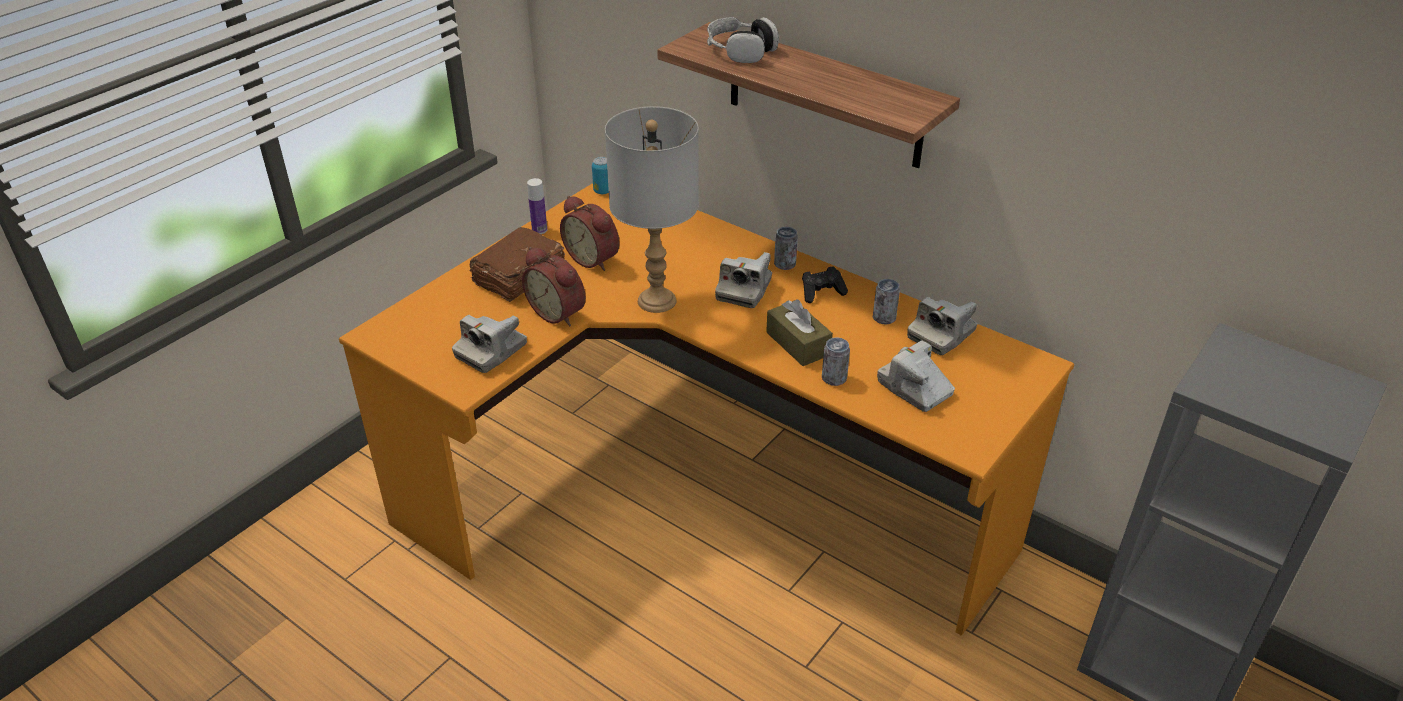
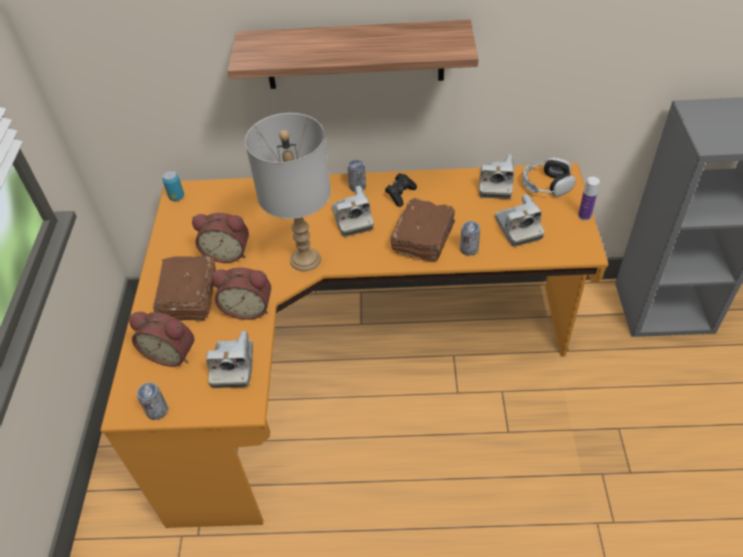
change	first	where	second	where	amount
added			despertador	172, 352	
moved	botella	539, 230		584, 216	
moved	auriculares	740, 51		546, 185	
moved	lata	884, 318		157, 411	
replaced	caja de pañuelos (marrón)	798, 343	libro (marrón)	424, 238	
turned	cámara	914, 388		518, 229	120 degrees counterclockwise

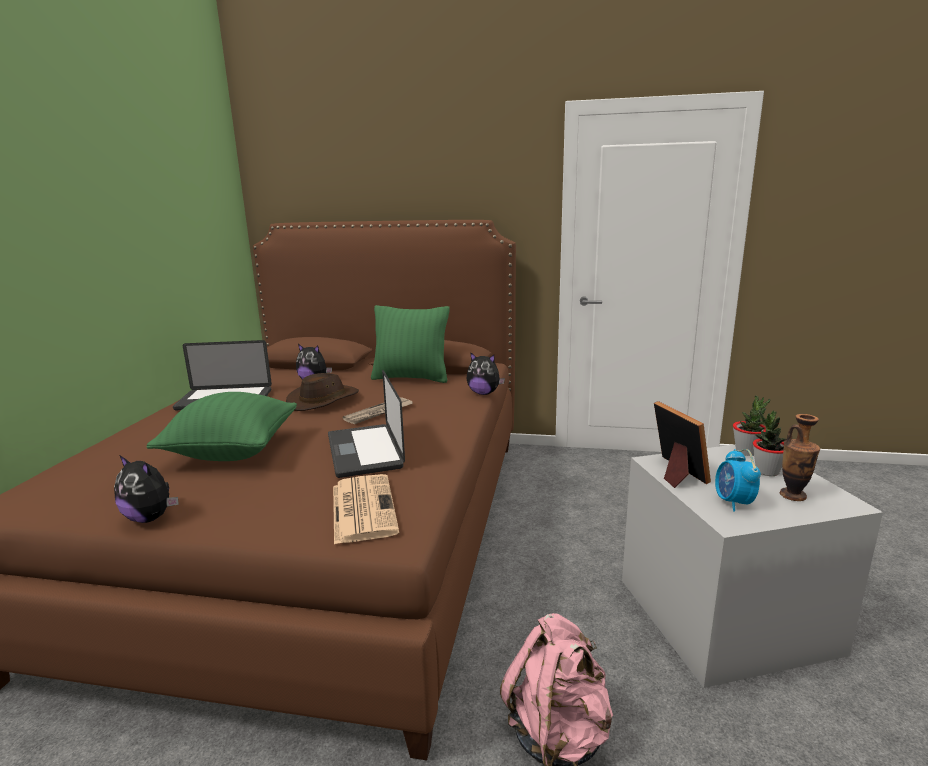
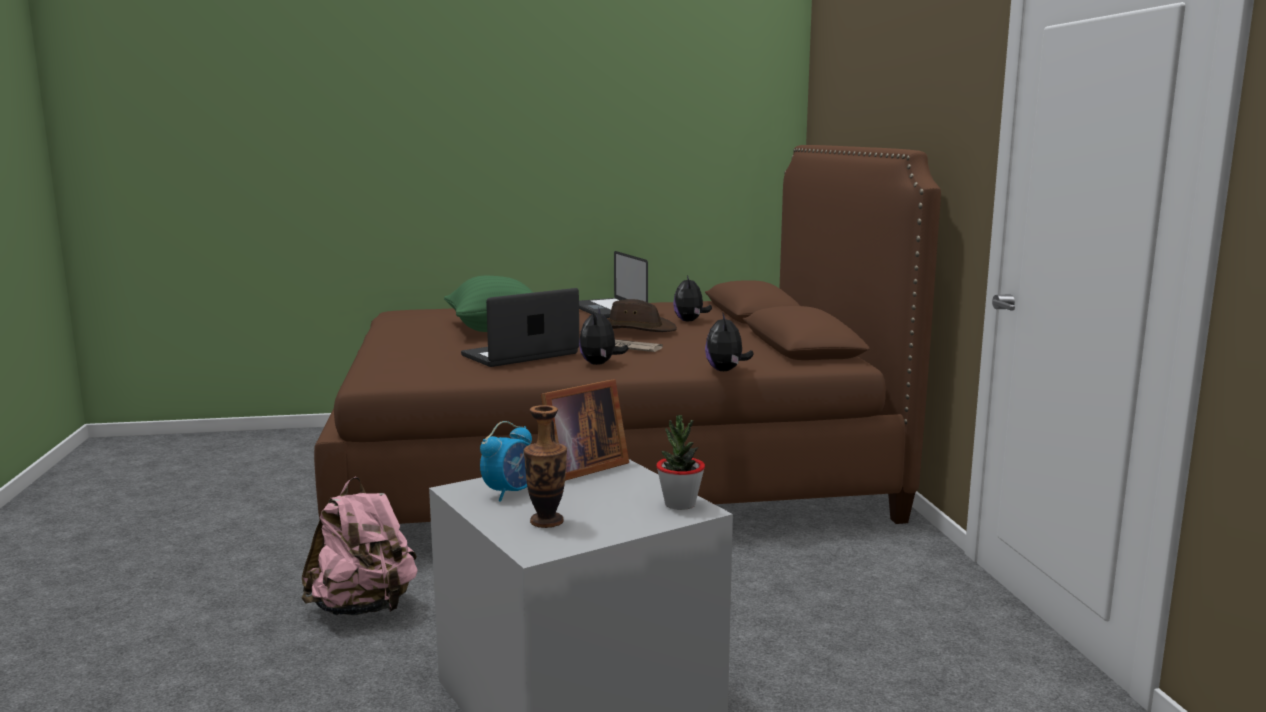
change	first	where	second	where	amount
removed	periódico	362, 508			
removed	cojín (verde)	411, 378			
removed	planta en maceta	767, 471			
moved	peluche	151, 518		600, 364	
turned	despertador	733, 502		511, 492	150 degrees clockwise

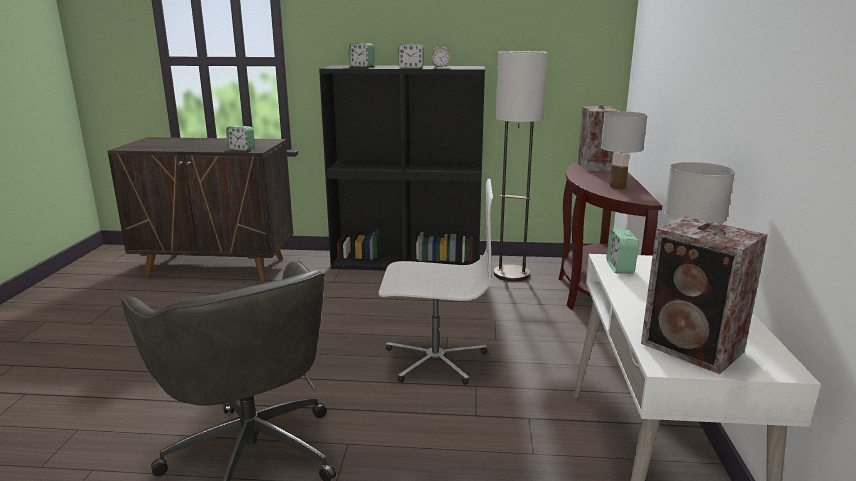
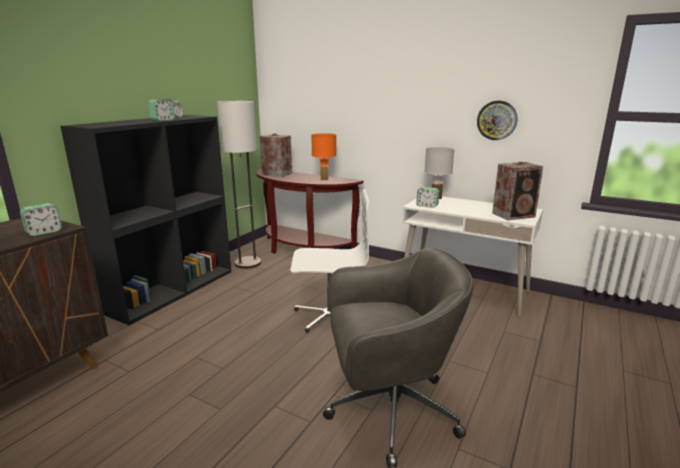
change	first	where	second	where	amount
removed	despertador	361, 66			
added			reloj de pared	497, 120	
recoloured	lámpara de mesa (blanco)	617, 188	lámpara de mesa (naranja)	324, 179	
turned	silla de oficina (blanco)	435, 359		329, 315	60 degrees clockwise

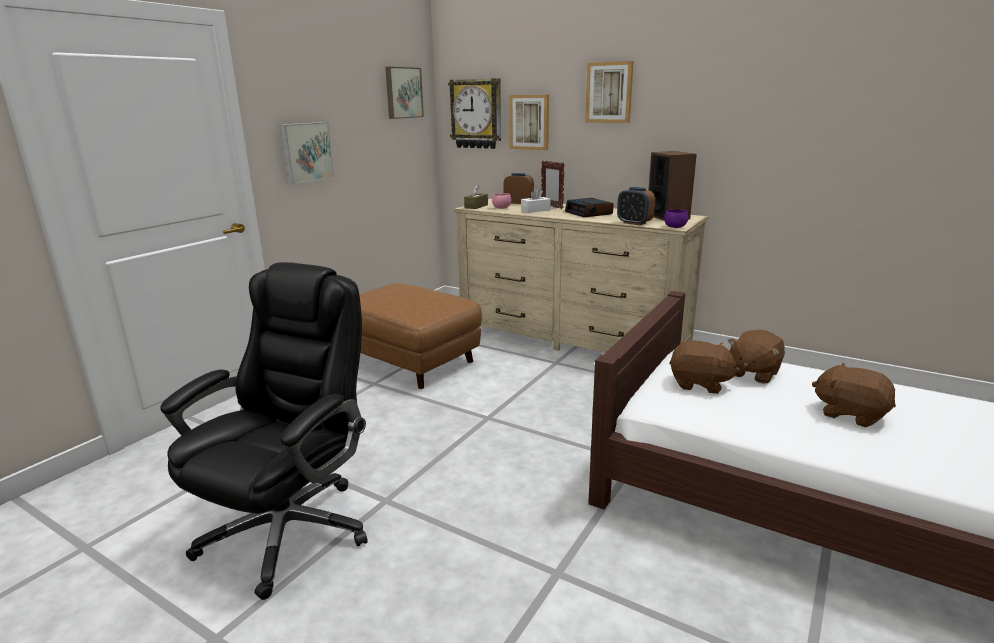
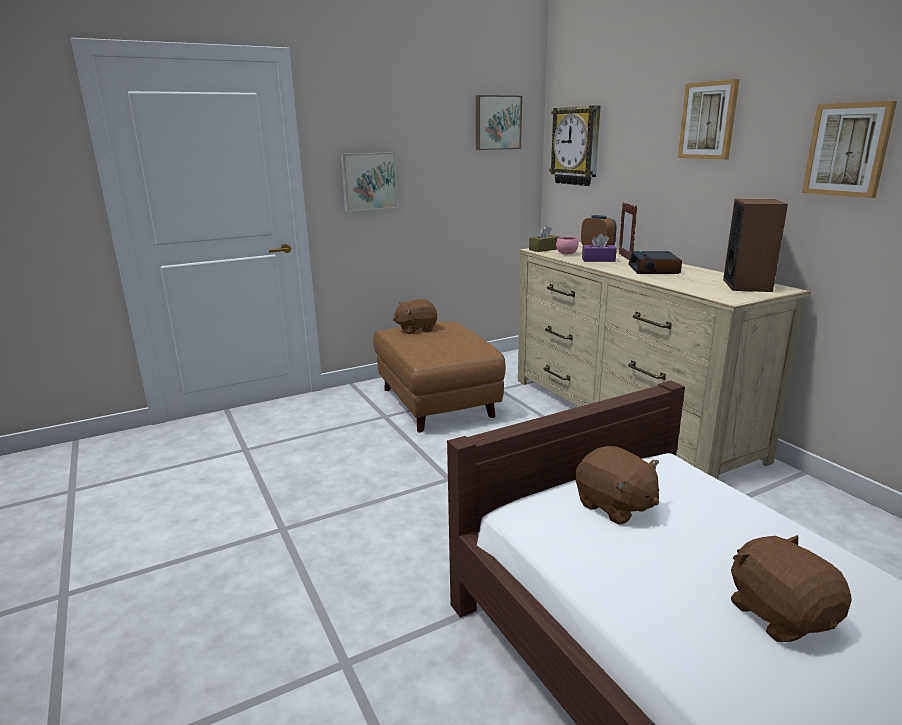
change	first	where	second	where	amount
removed	silla de oficina (negro)	289, 529			
removed	despertador	634, 223			
removed	cuenco (morado)	675, 227			
moved	cuadro	529, 122		848, 150	
moved	peluche (marrón)	753, 373		416, 329	
recoloured	caja de pañuelos (blanco)	535, 210	caja de pañuelos (morado)	598, 260	

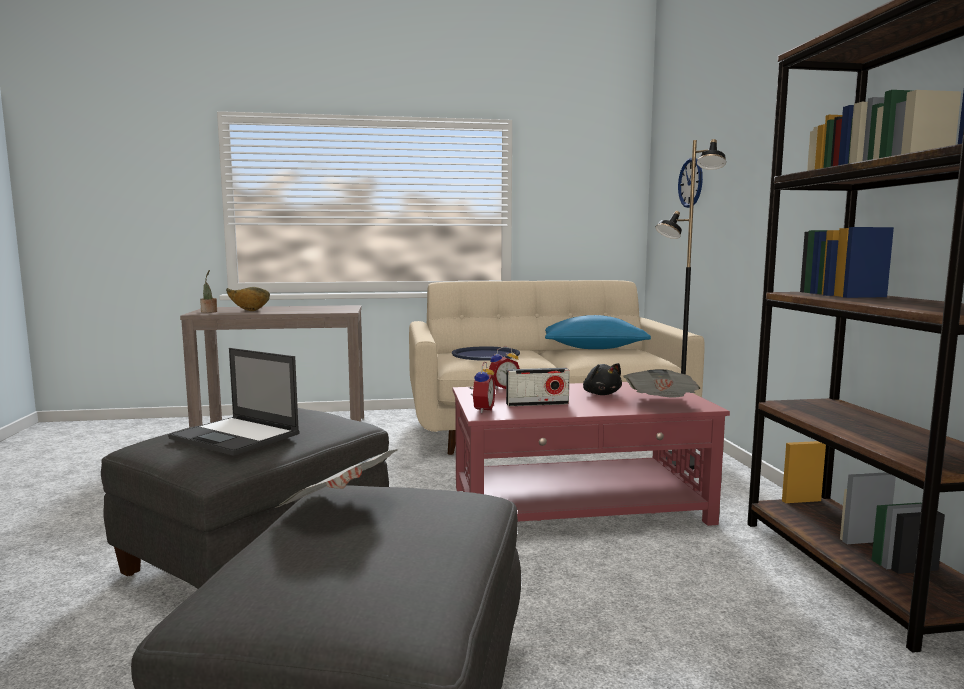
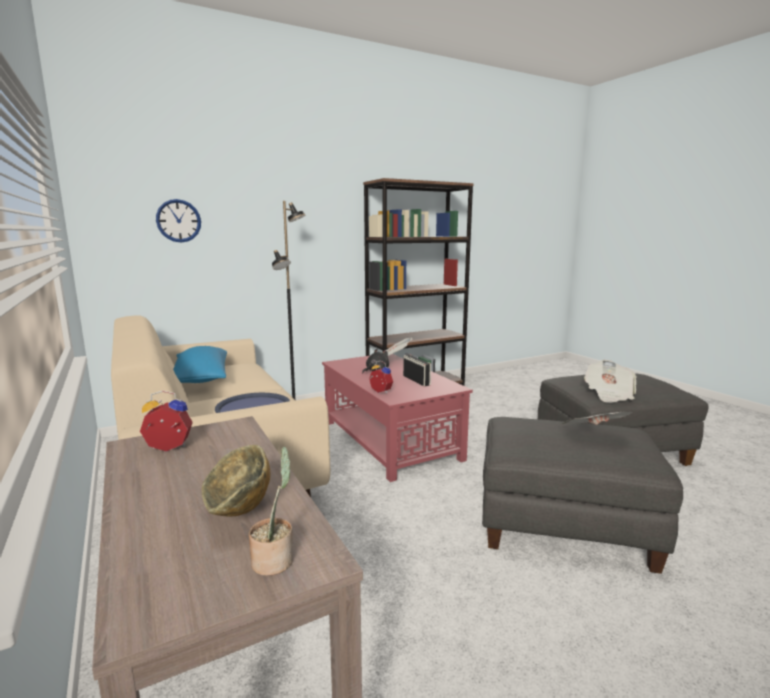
change	first	where	second	where	amount
moved	despertador	481, 409		168, 449	
replaced	portátil	236, 436	periódico	592, 435	

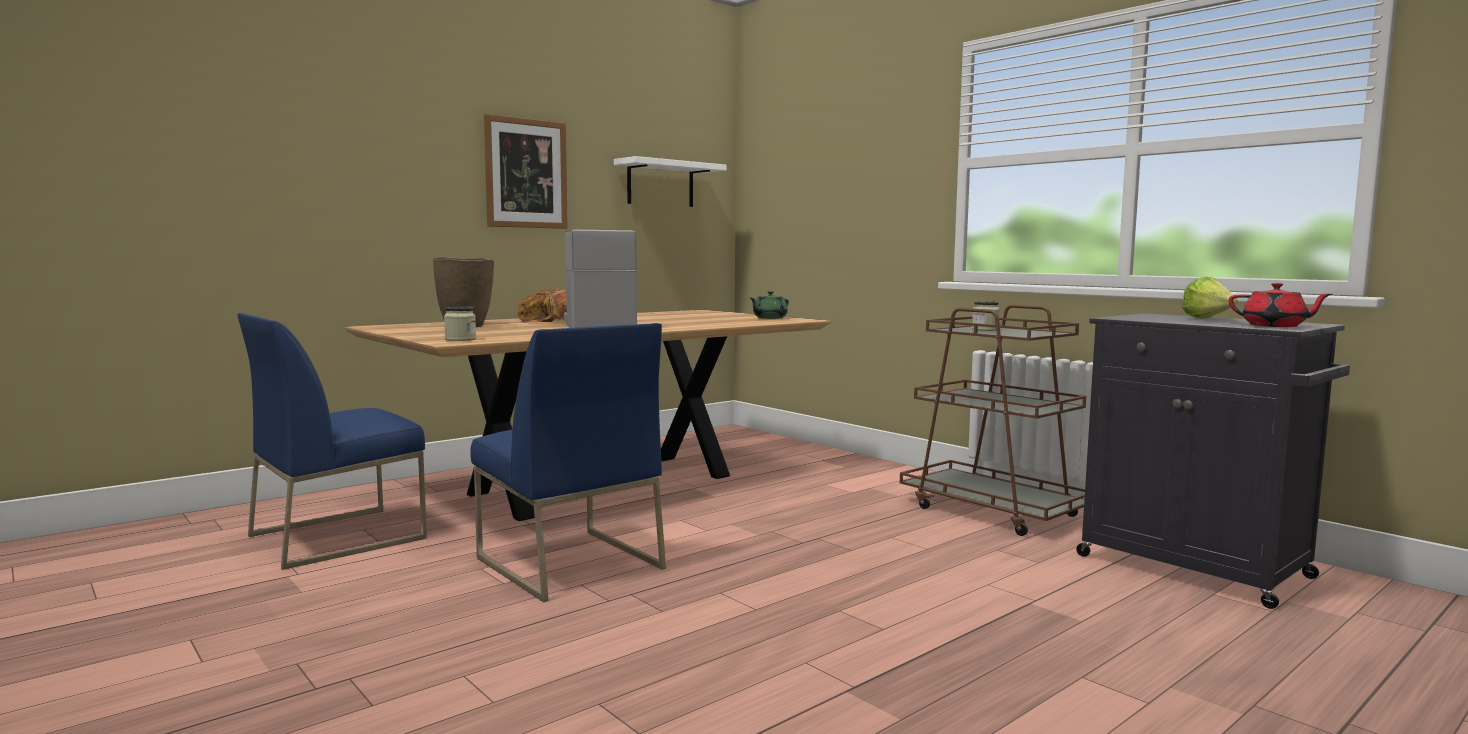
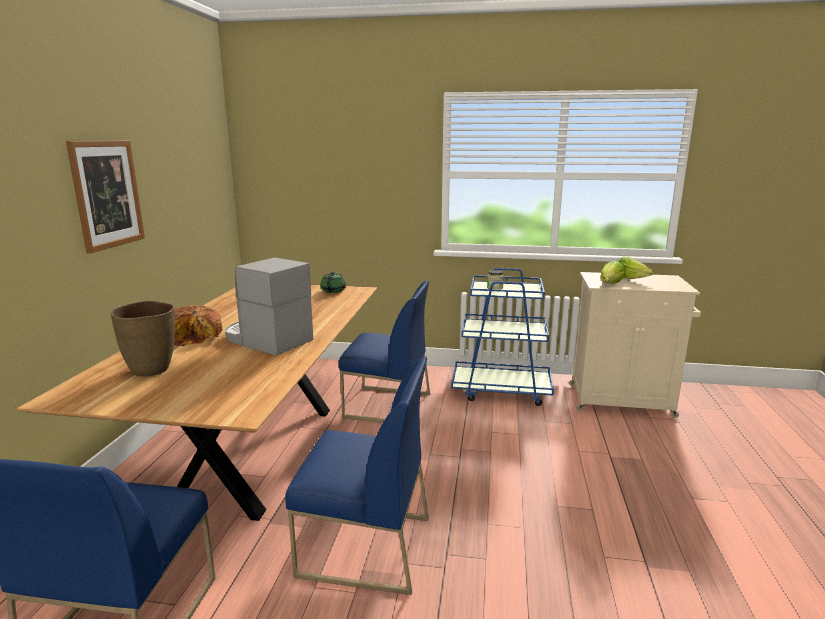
change	first	where	second	where	amount
removed	tarro	460, 339			
removed	estante (blanco)	660, 184			
removed	tetera (rojo)	1275, 326			
added			silla (azul)	387, 406	
added			lechuga	610, 285	
recoloured	carrito (marrón)	993, 511	carrito (azul)	501, 390	
recoloured	armario (negro)	1198, 568	armario (beis)	623, 401	

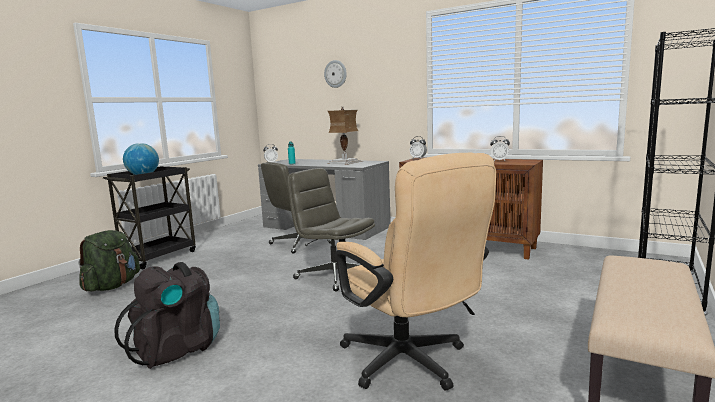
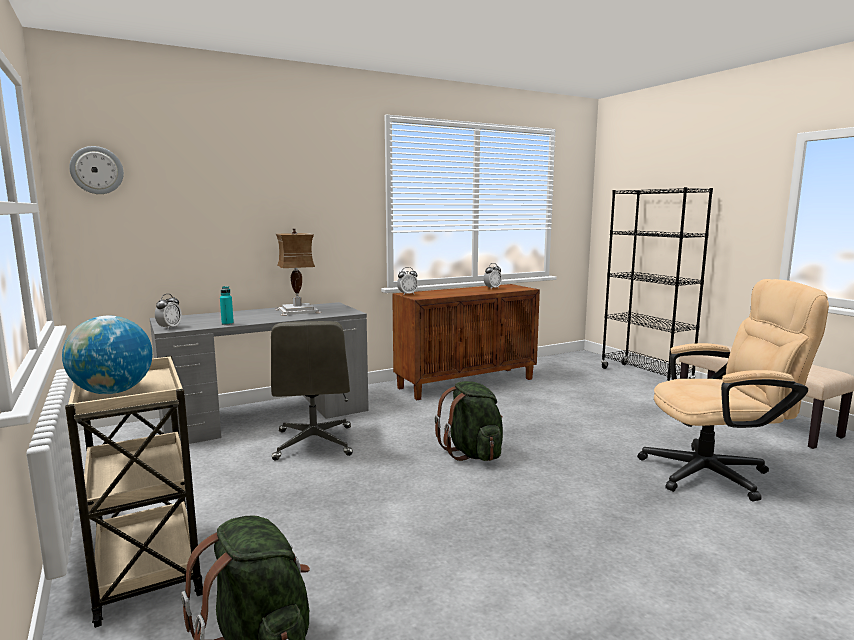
change	first	where	second	where	amount
removed	mochila (negro)	177, 349			
moved	reloj de pared	335, 74		97, 170	
replaced	silla de oficina (gris)	333, 276	mochila (verde)	473, 453	
recoloured	carrito (negro)	159, 257	carrito (beis)	146, 566	

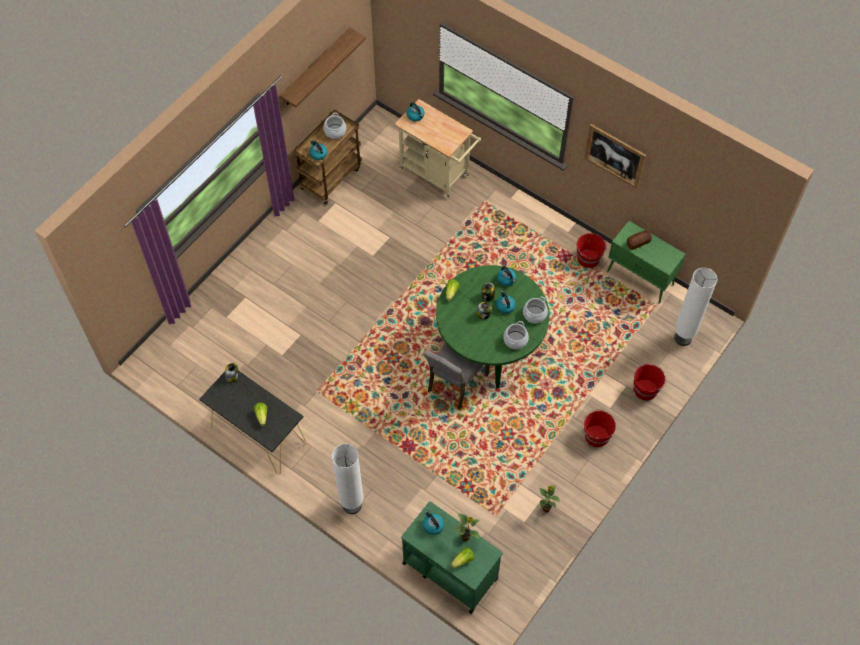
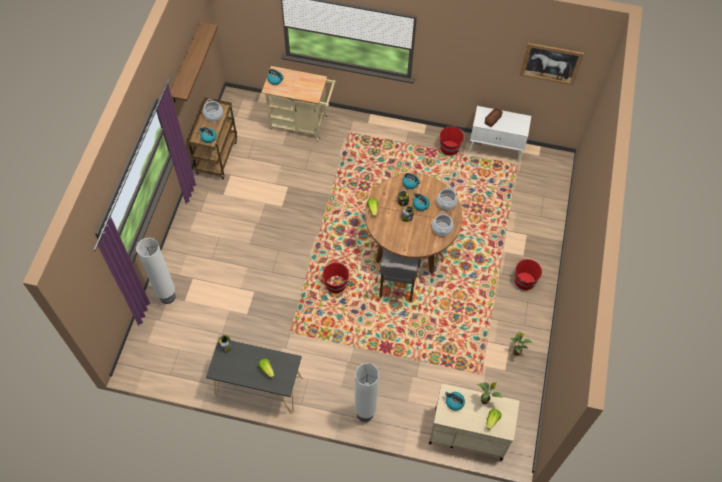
change	first	where	second	where	amount
moved	cuadro	614, 156		551, 63	
moved	cubo (rojo)	646, 389		336, 284	
moved	lámpara de pie (blanco)	683, 338		167, 297	
recoloured	carrito (verde)	449, 570	carrito (beis)	468, 433	
recoloured	mesa de comedor (verde)	489, 347	mesa de comedor (marrón)	409, 243	
recoloured	armario (verde)	640, 278	armario (blanco)	495, 149	

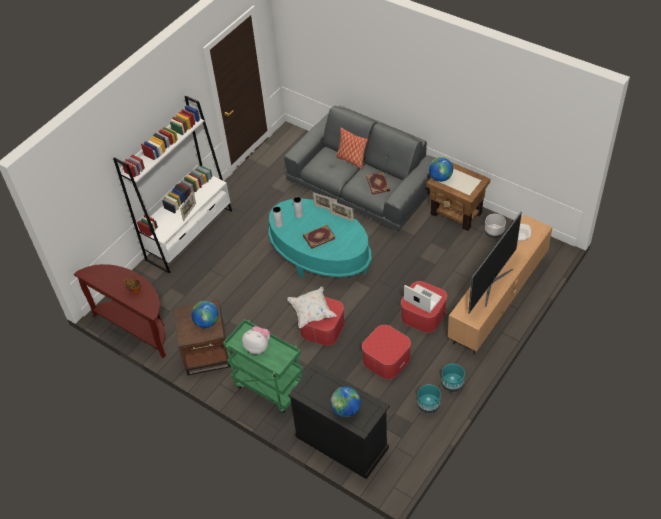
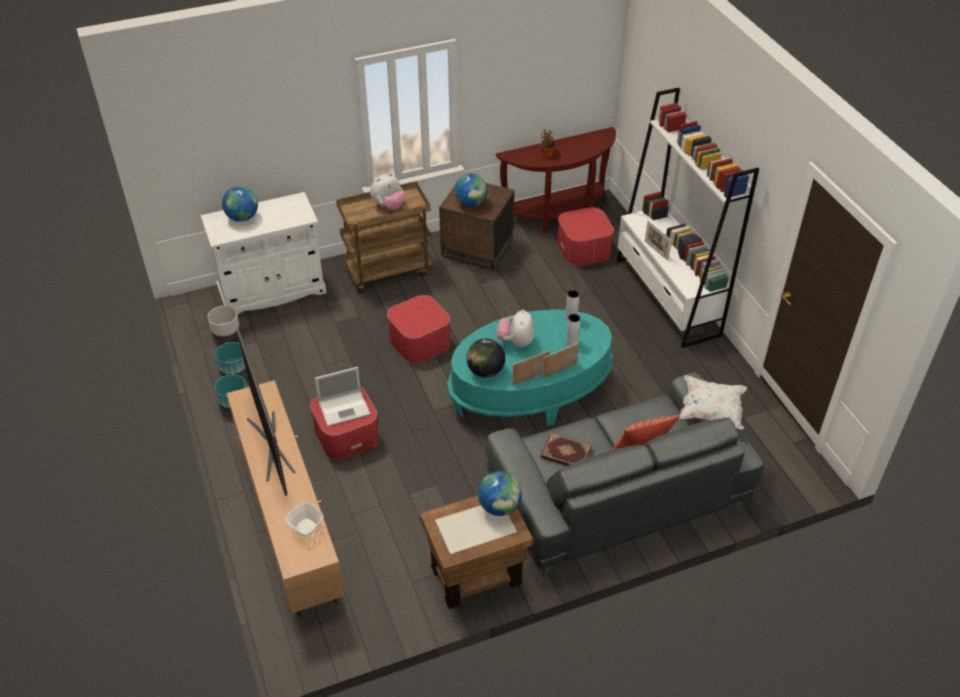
change	first	where	second	where	amount
added			globo terráqueo	485, 371	
moved	cojín (blanco)	311, 312		711, 411	
moved	puf	386, 359		583, 249	
moved	maceta (gris)	494, 233		226, 334	
replaced	libro	319, 237	peluche	516, 342	
recoloured	carrito (verde)	268, 387	carrito (marrón)	388, 270	
recoloured	armario (negro)	342, 442	armario (blanco)	272, 291	

